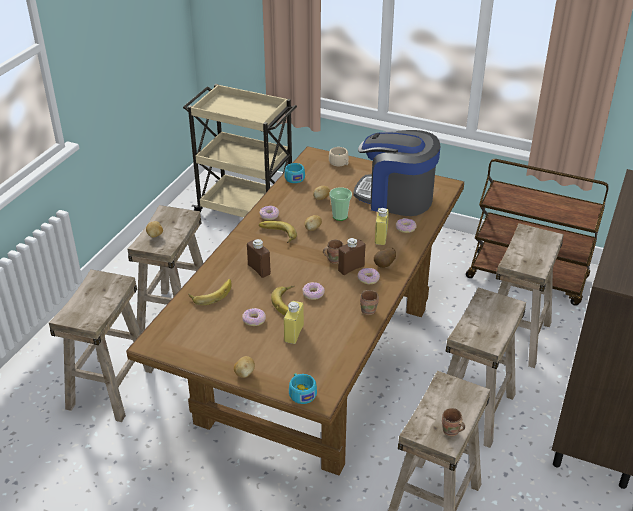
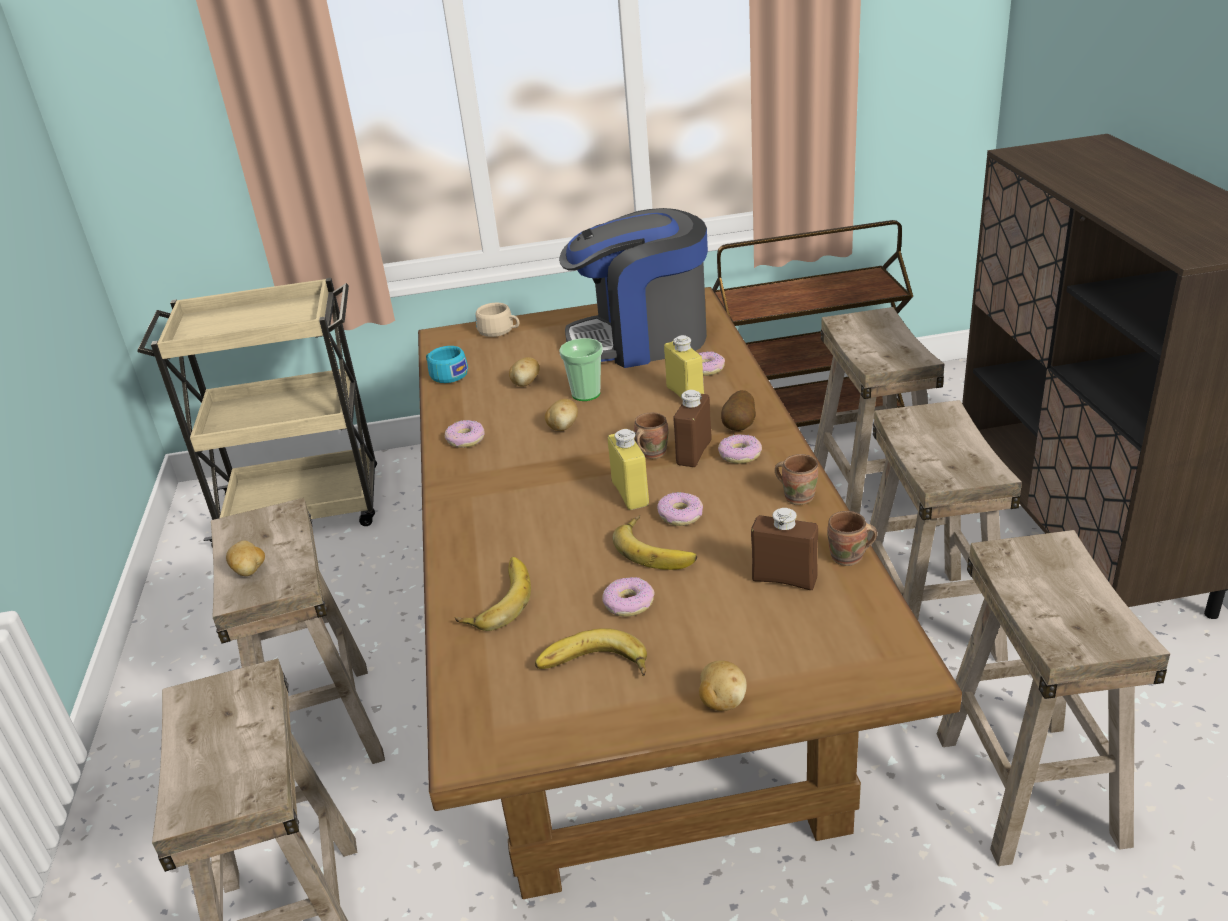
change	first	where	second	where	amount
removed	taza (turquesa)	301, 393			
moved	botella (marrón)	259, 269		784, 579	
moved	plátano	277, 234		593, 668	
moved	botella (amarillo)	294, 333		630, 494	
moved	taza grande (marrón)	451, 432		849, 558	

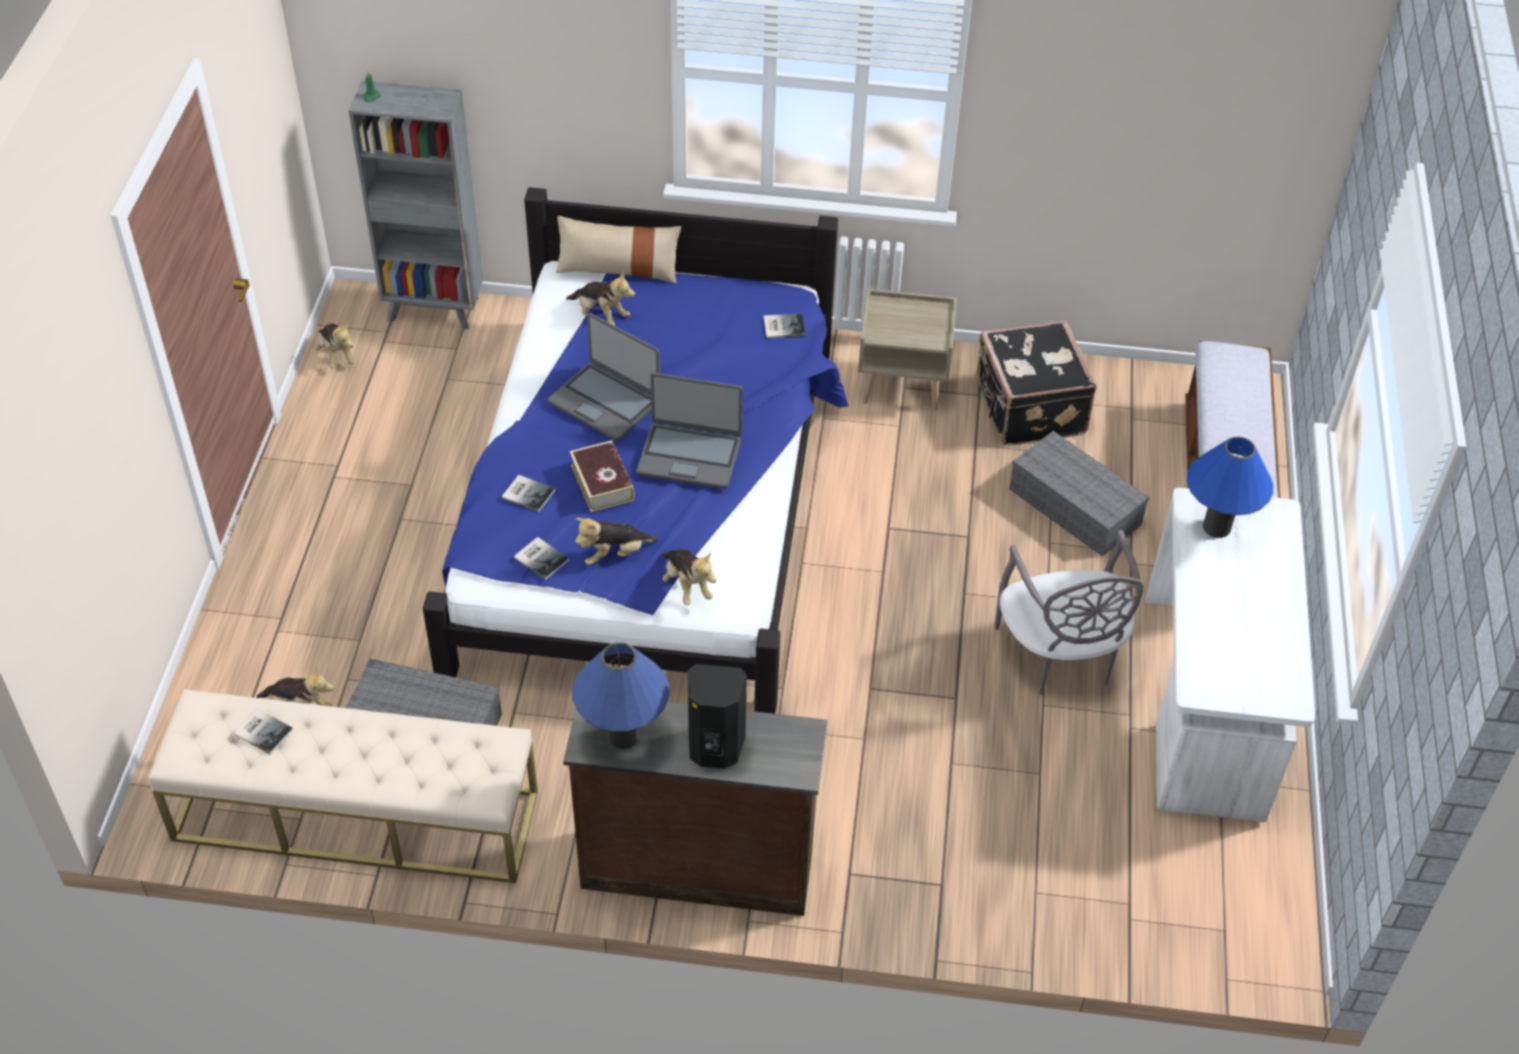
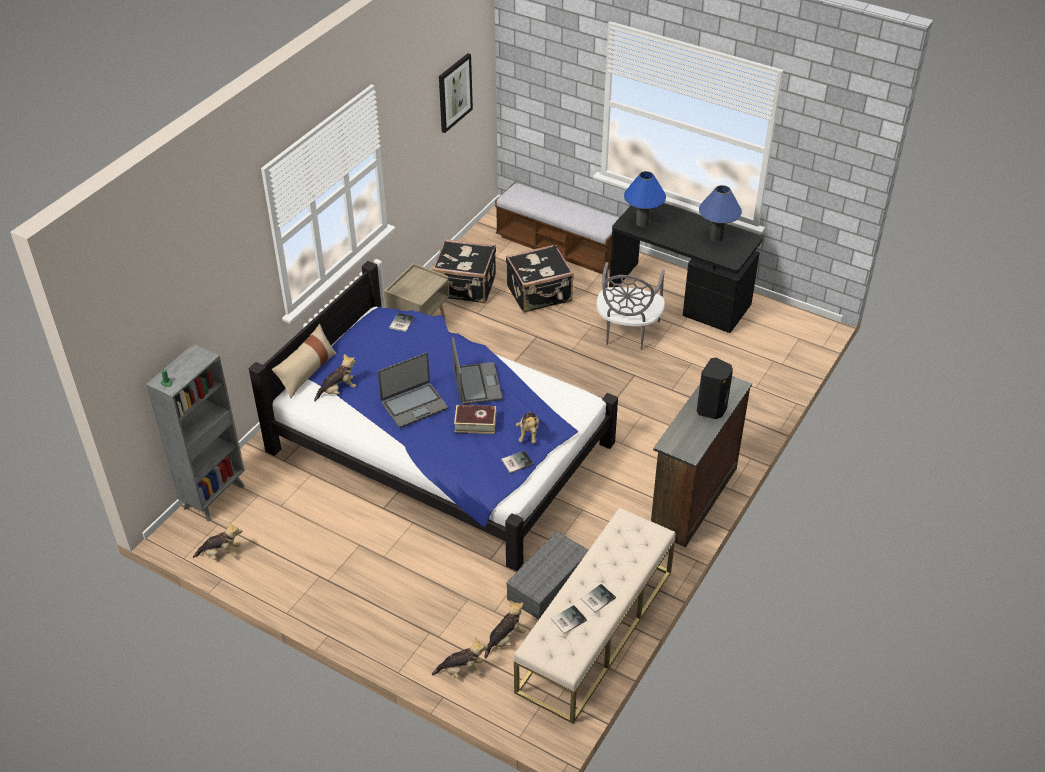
change	first	where	second	where	amount
added			cuadro	454, 92	
moved	libro	528, 493		596, 598	
moved	lámpara de mesa (azul)	623, 736		716, 237	
moved	peluche	686, 586		462, 671	
replaced	caja de almacenaje (gris)	1077, 507	maleta (negro)	540, 294	
recoloured	escritorio (blanco)	1207, 706	escritorio (negro)	680, 298	
turned	portátil	689, 456		476, 384	45 degrees counterclockwise
turned	silla (gris)	1060, 655		627, 332	90 degrees clockwise

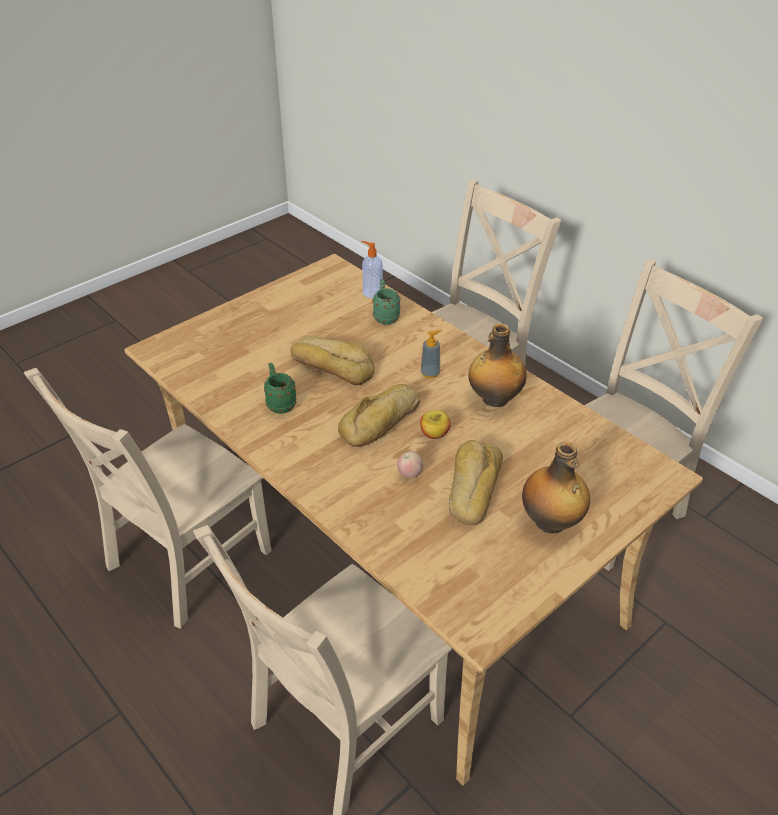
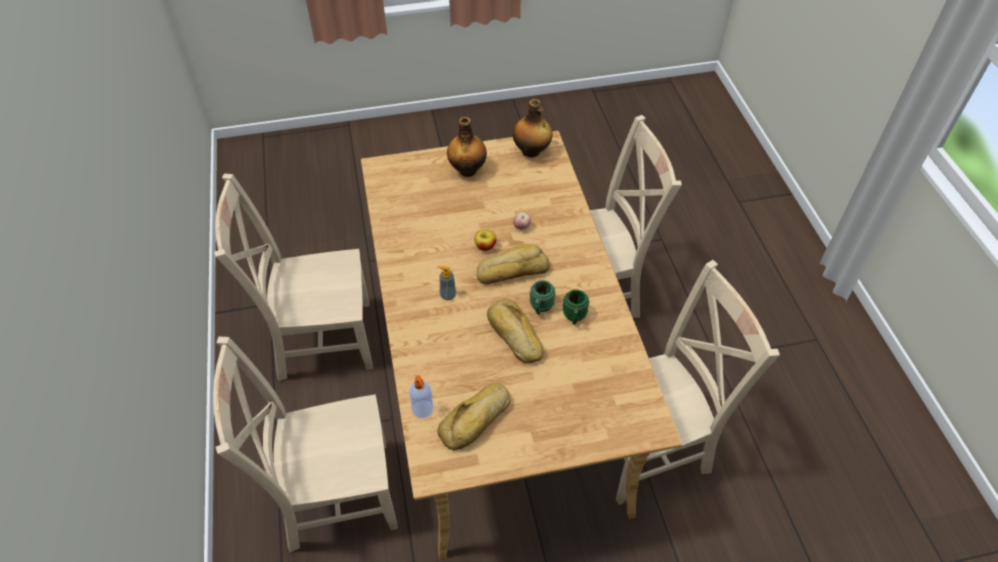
change	first	where	second	where	amount
moved	taza grande (verde)	385, 316		540, 308	
moved	pan	472, 488		477, 420	
moved	botella	494, 399		531, 151	

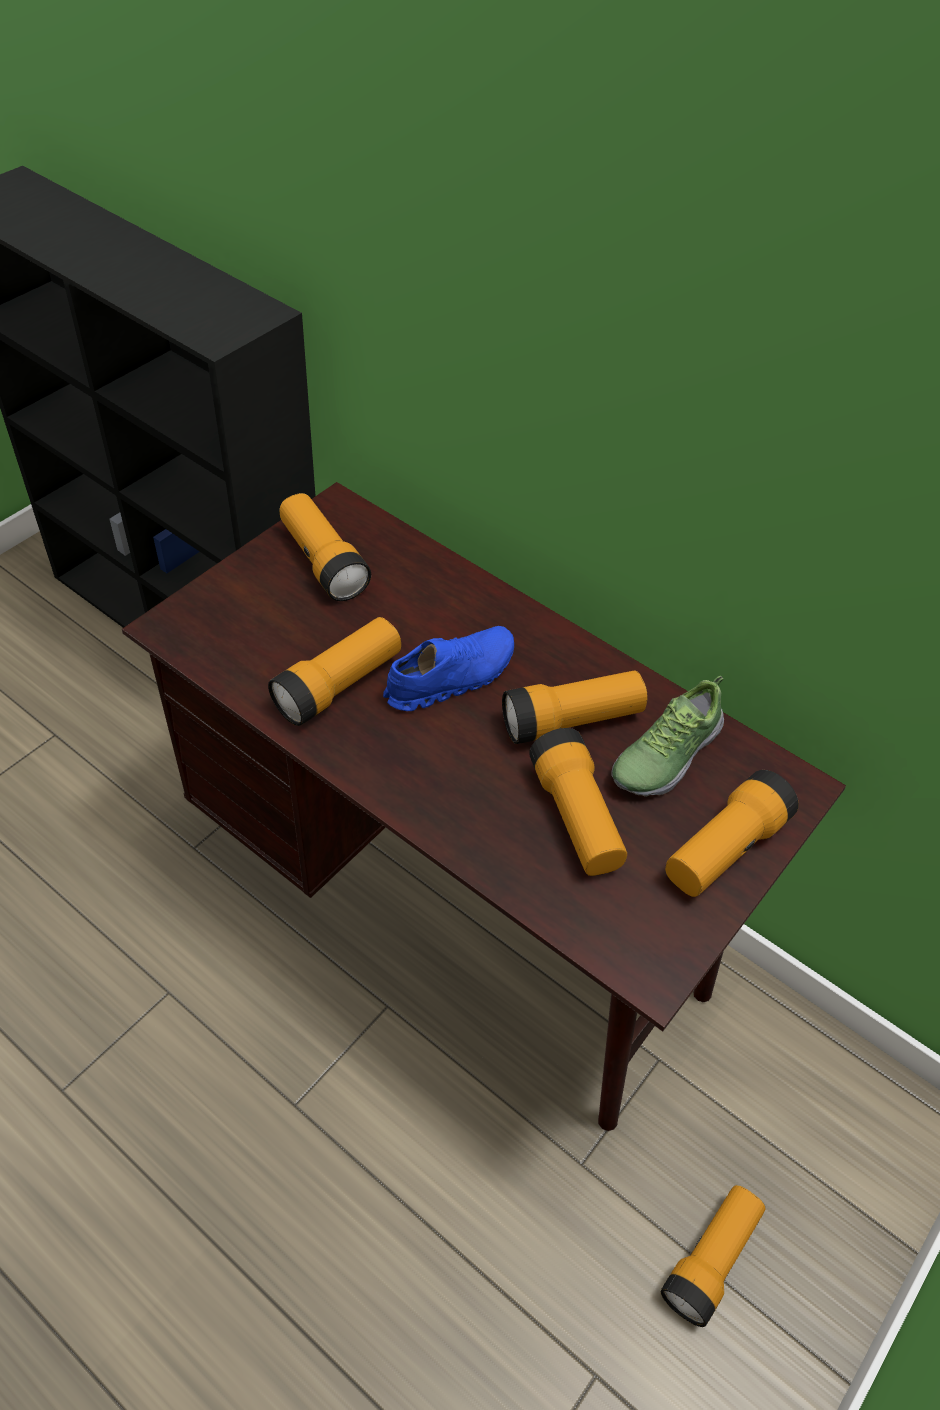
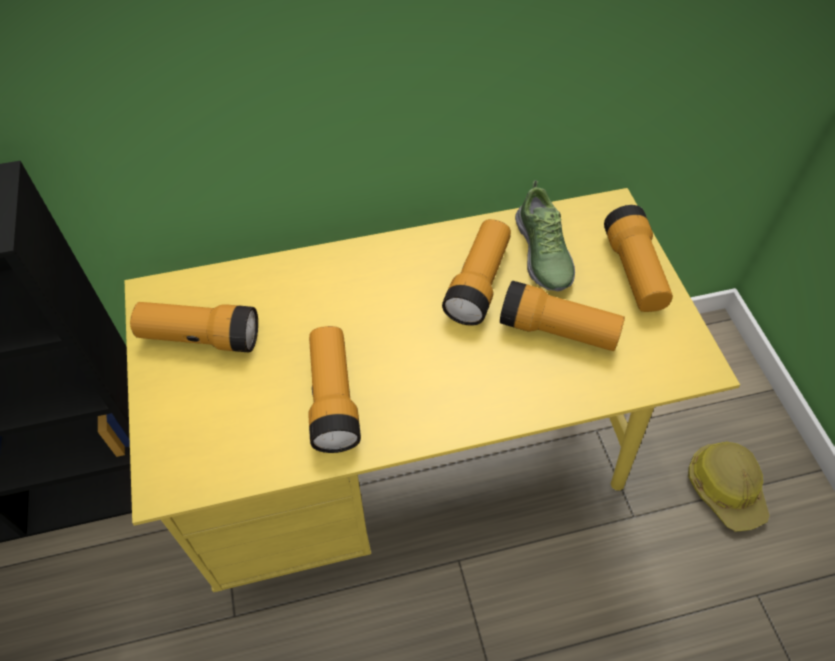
change	first	where	second	where	amount
removed	zapato (azul)	450, 678			
replaced	linterna	711, 1259	casco	725, 488	
recoloured	escritorio (marrón)	457, 904	escritorio (amarillo)	417, 469	

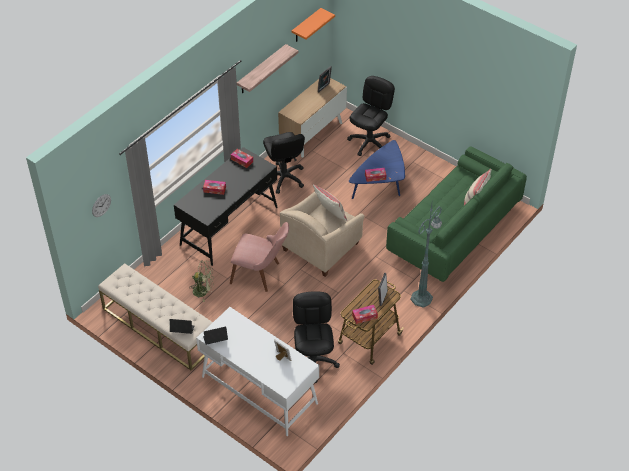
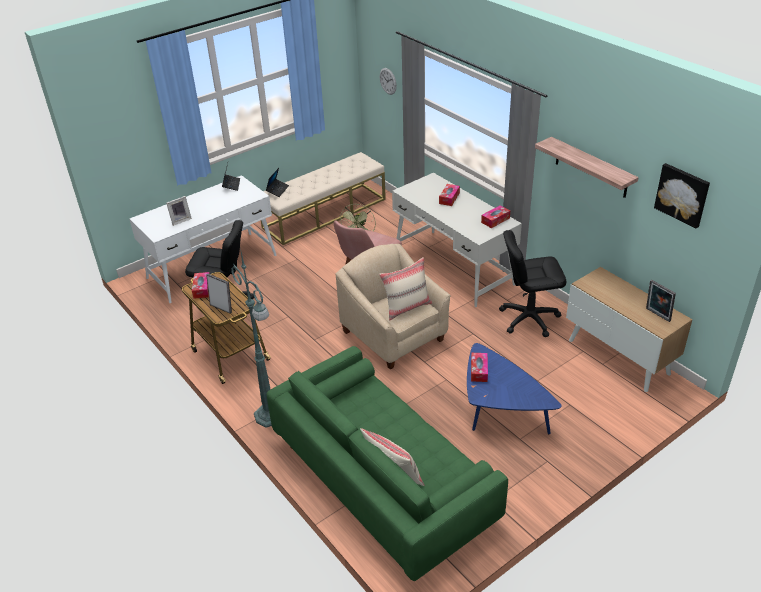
change	first	where	second	where	amount
removed	silla de oficina (negro)	369, 142			
replaced	estante (naranja)	306, 26	cuadro	682, 194	
recoloured	escritorio (negro)	229, 225	escritorio (blanco)	453, 267	

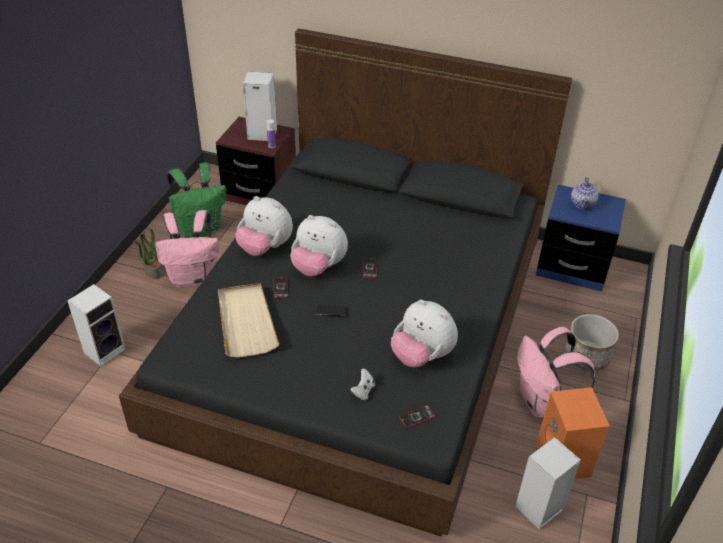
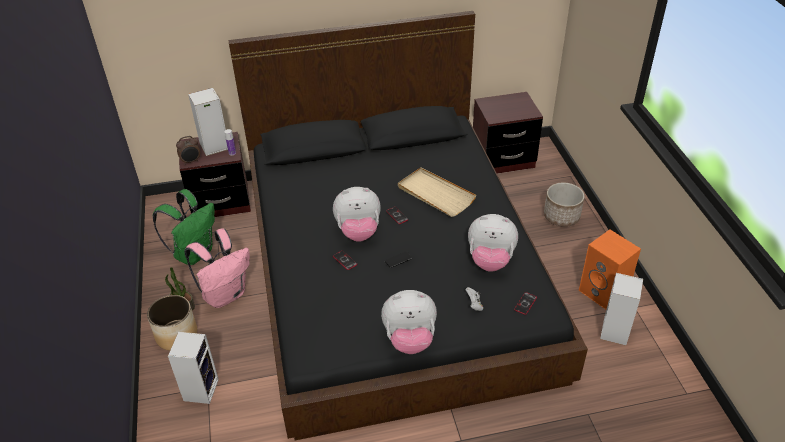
change	first	where	second	where	amount
removed	mochila (rosa)	542, 403			
removed	tetera	583, 203			
added			maceta	176, 335	
added			despertador	191, 161	
moved	bandeja (beis)	246, 321		435, 194	
moved	peluche	265, 247		409, 339	
recoloured	mesita de noche (azul)	572, 267	mesita de noche (marrón)	502, 159	

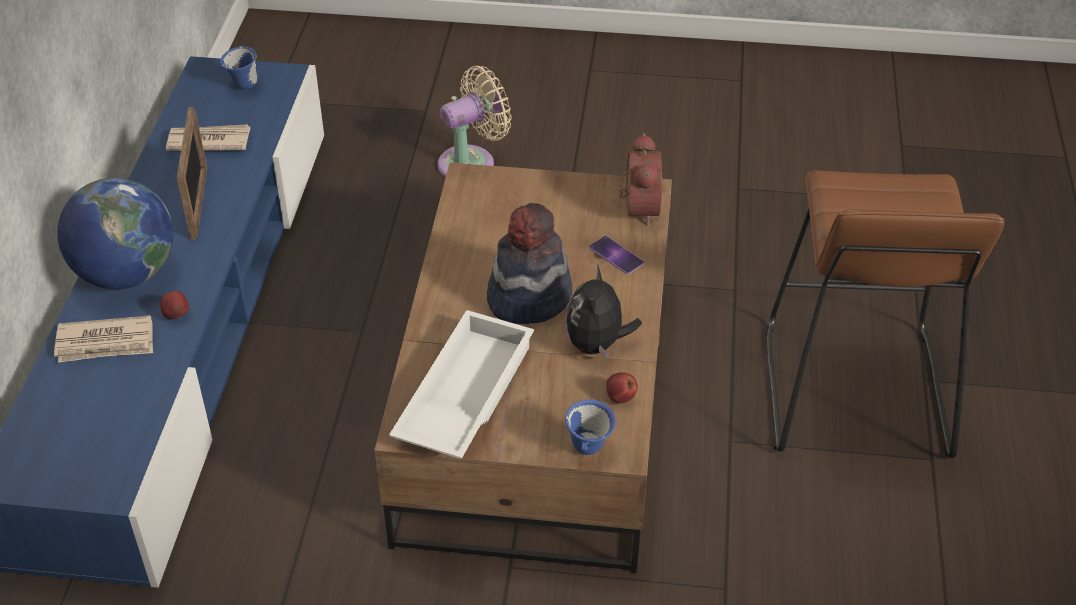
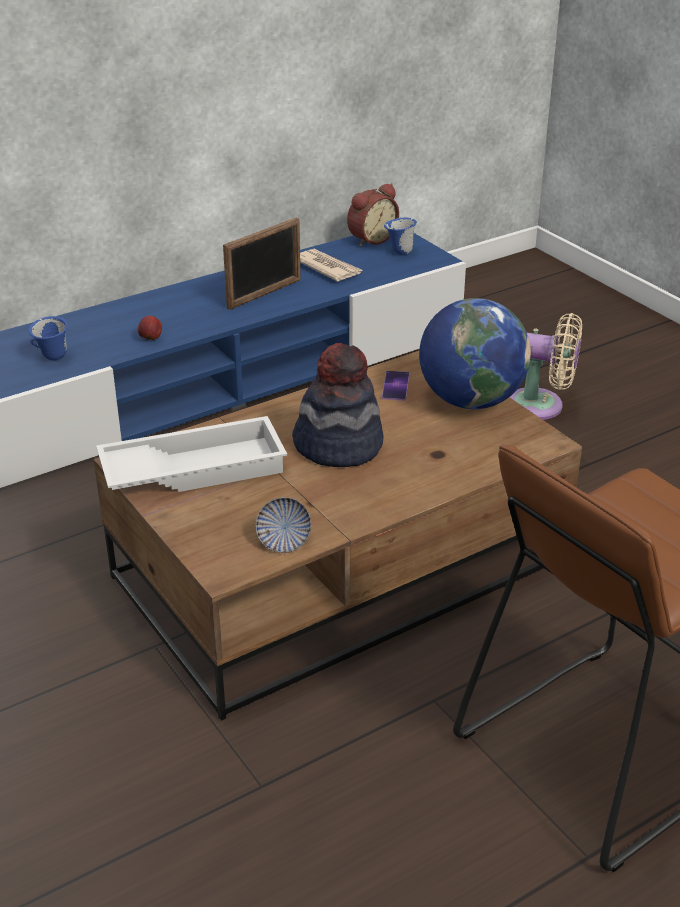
change	first	where	second	where	amount
removed	periódico	106, 343			
removed	peluche	597, 344			
moved	globo terráqueo	126, 274		471, 400	
moved	taza grande (azul)	589, 450		53, 358	
moved	móvil	616, 255		395, 386	
moved	despertador	637, 208		370, 239	
replaced	manzana	620, 398	cuenco	284, 541	

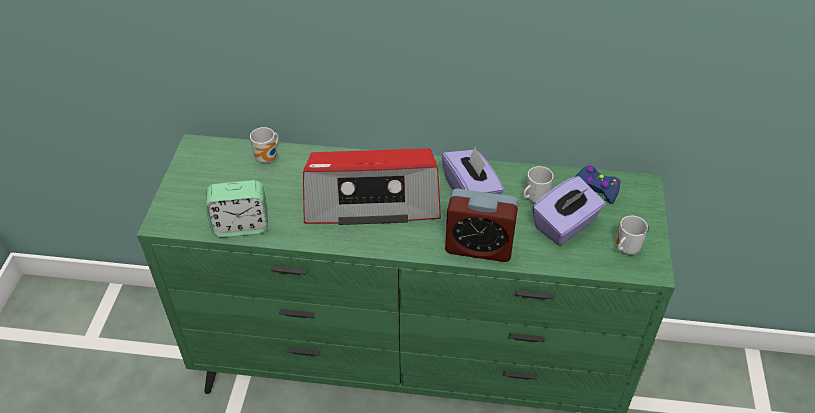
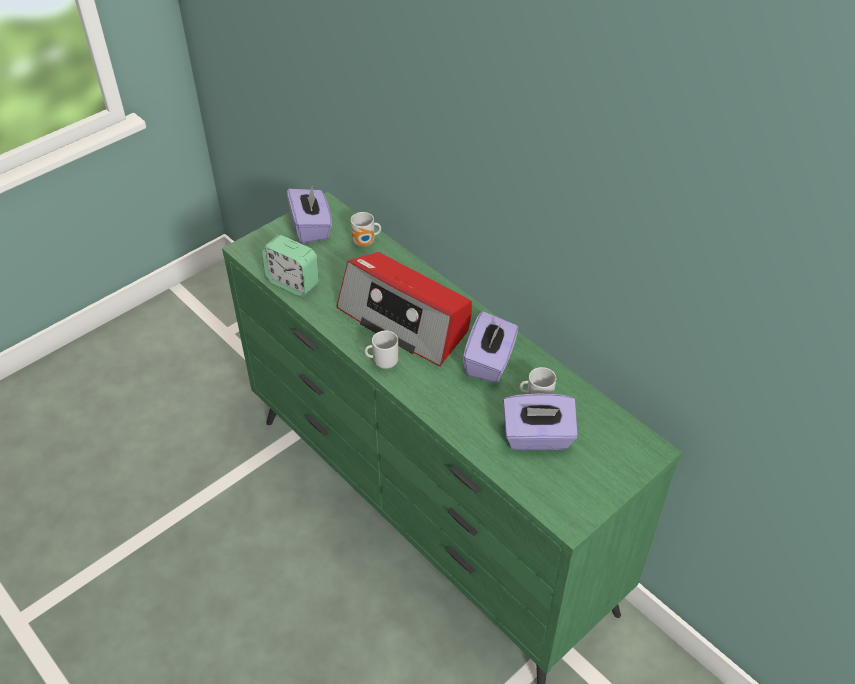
change	first	where	second	where	amount
removed	despertador	479, 247			
removed	mando de consola (azul)	596, 188			
added			caja de pañuelos (morado)	311, 227	
moved	taza grande	624, 249		384, 362	

